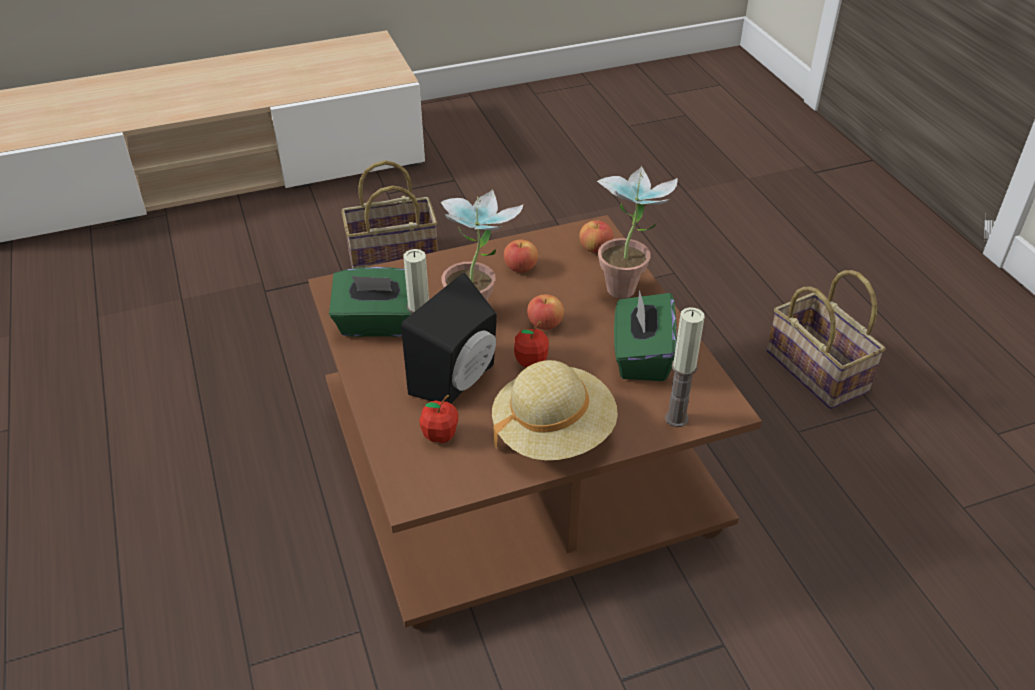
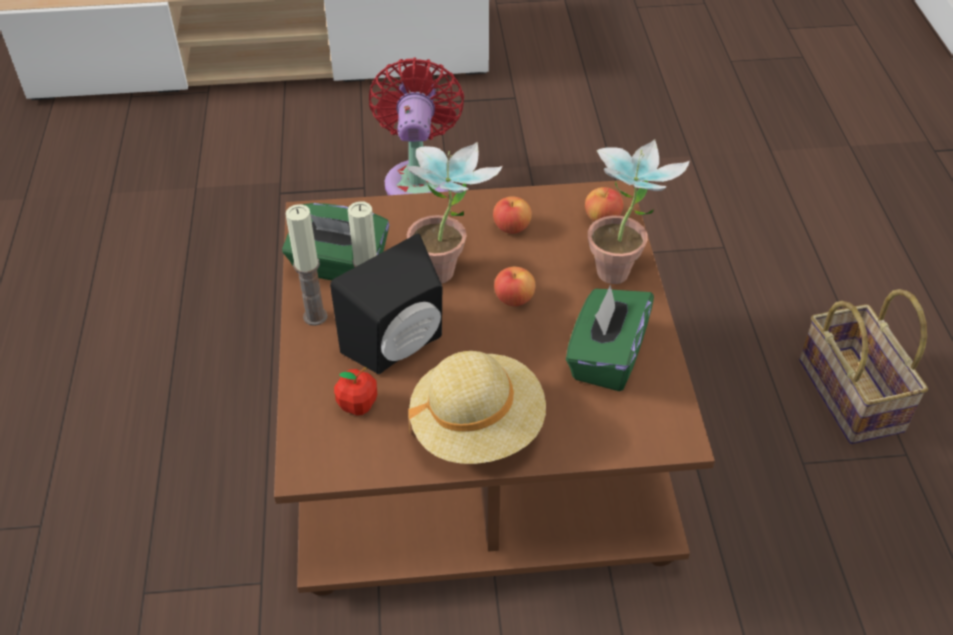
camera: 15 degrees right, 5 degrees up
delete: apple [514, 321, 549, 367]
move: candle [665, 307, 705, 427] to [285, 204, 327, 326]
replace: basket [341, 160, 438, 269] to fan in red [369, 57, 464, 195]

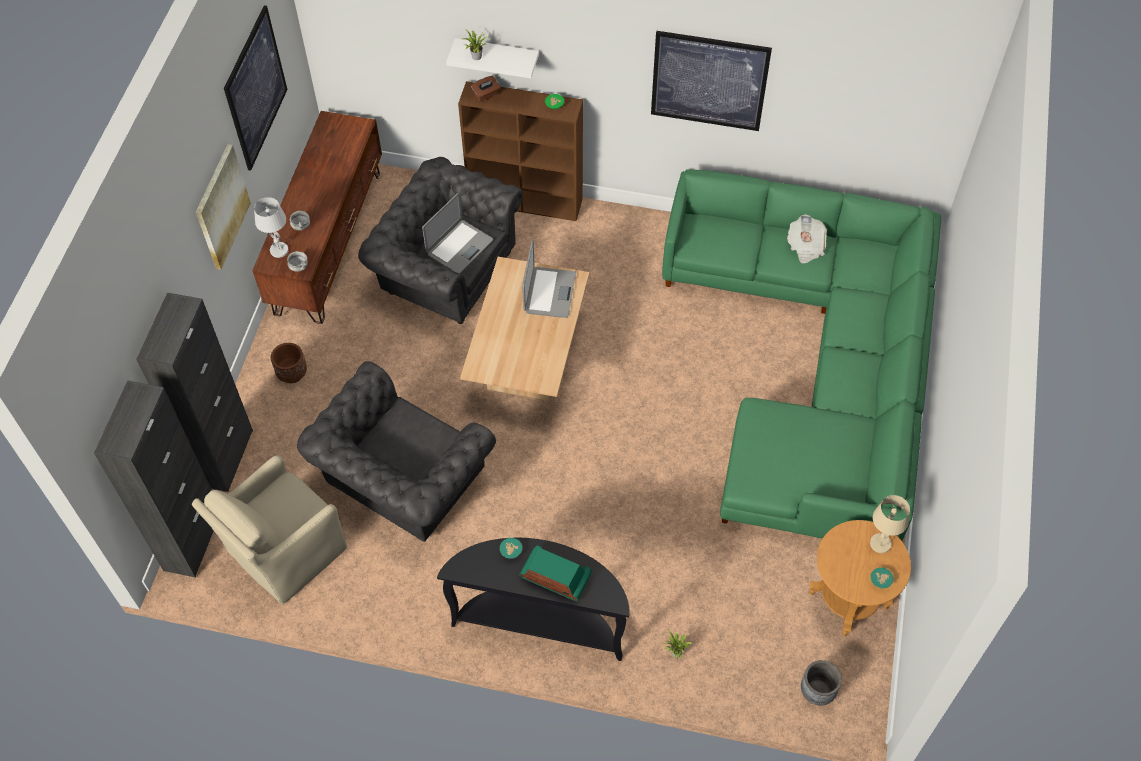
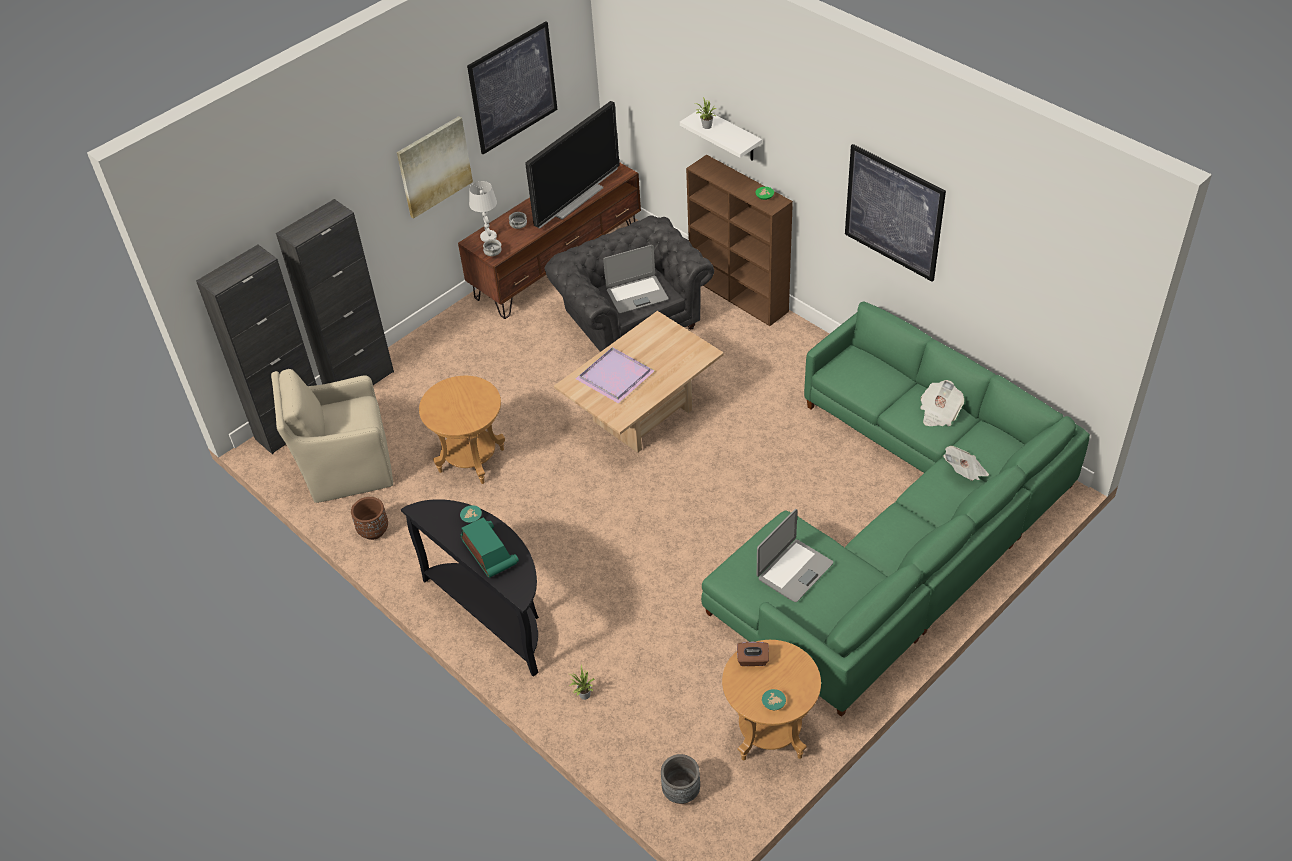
camera: 35 degrees right, 10 degrees down
delete: table lamp in beige [870, 495, 910, 553]
insert: television [525, 101, 620, 229]; tray in purple [575, 347, 655, 403]; newspaper [943, 446, 989, 481]
move: planter in brown [271, 343, 307, 383] to [351, 497, 388, 540]; tissue box in brown [471, 76, 500, 102] to [737, 642, 769, 666]; laptop [522, 241, 576, 318] to [757, 509, 833, 602]
replace: armchair in grey [297, 361, 496, 542] to side table in brown [419, 376, 505, 484]

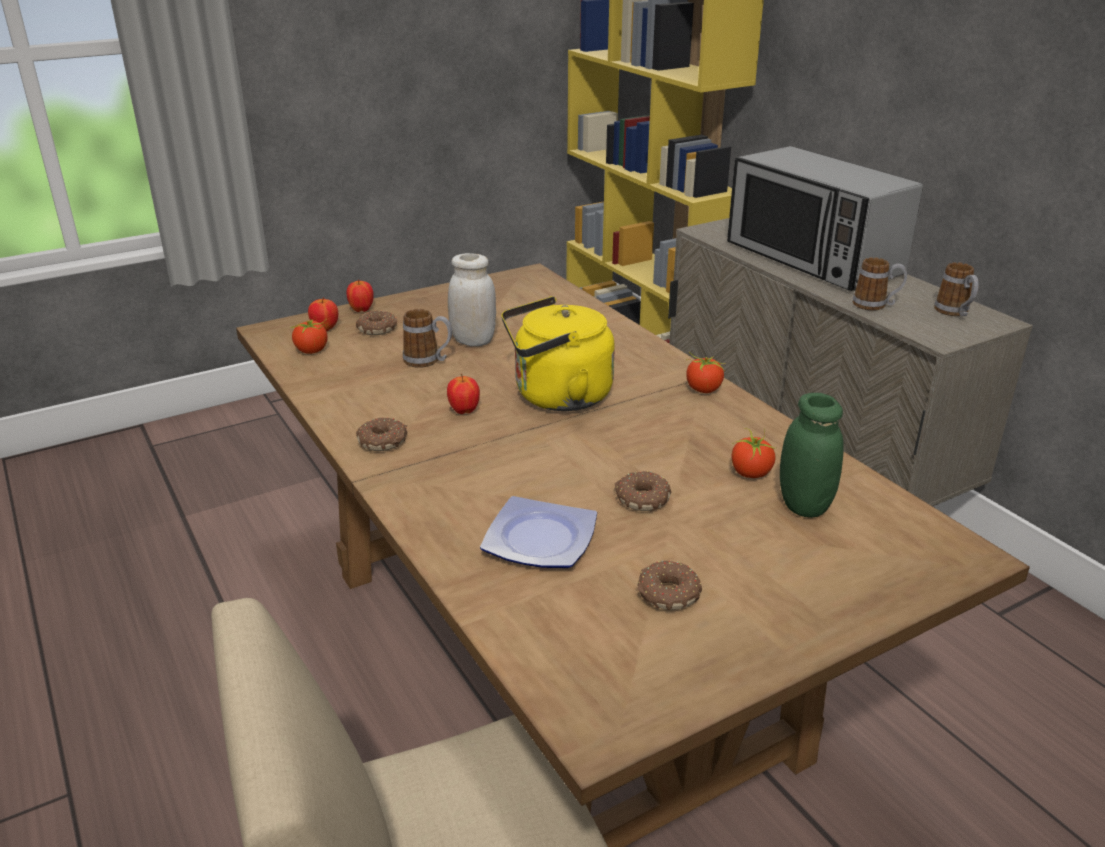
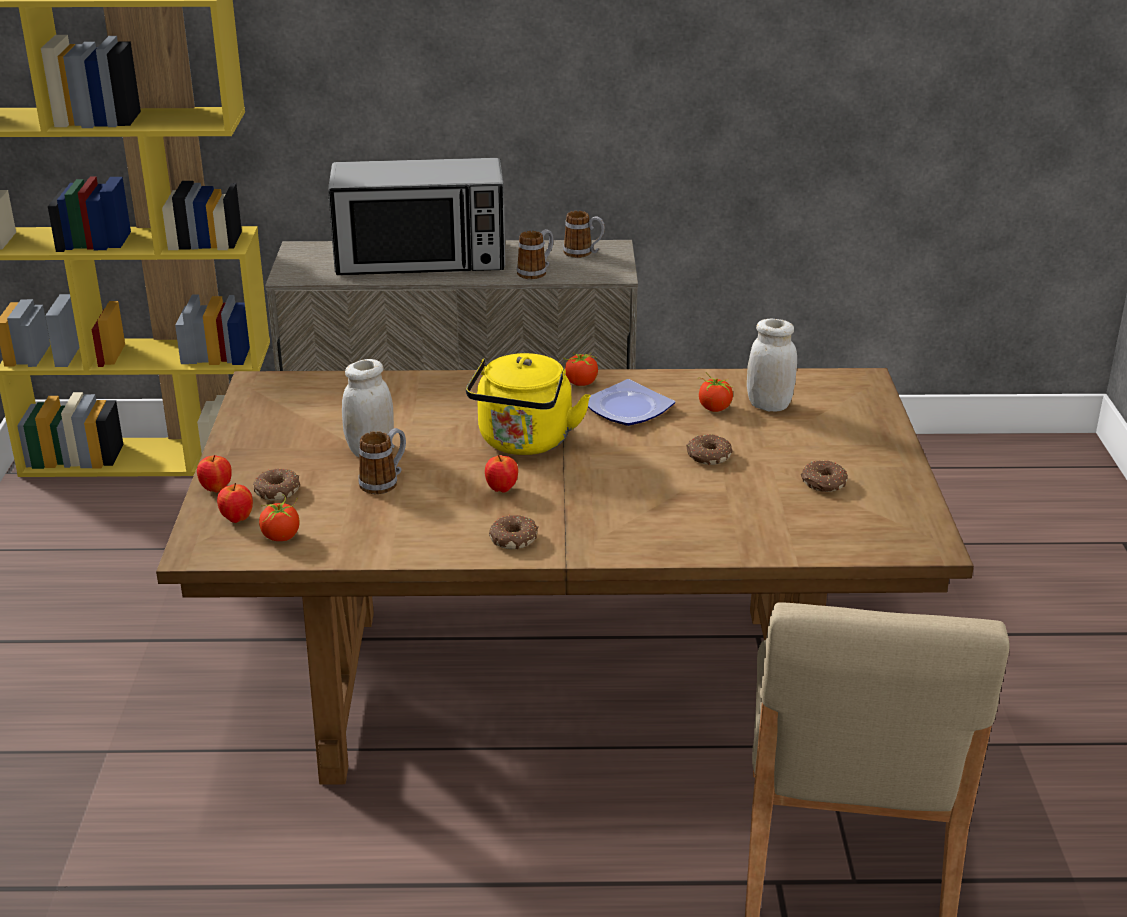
camera: 60 degrees left, 0 degrees up
move: plate [480, 496, 597, 568] to [588, 379, 675, 426]
recolor: jar in green [780, 393, 844, 518] to jar in white [747, 319, 797, 412]

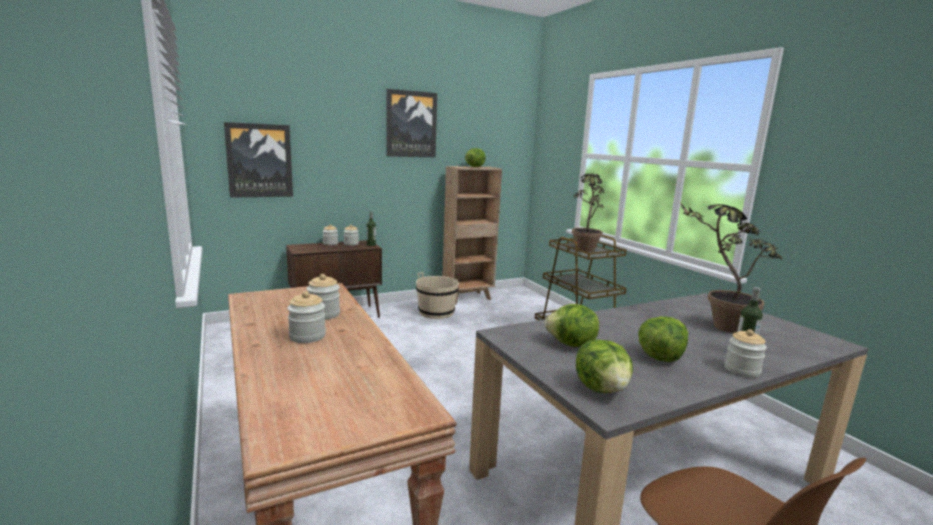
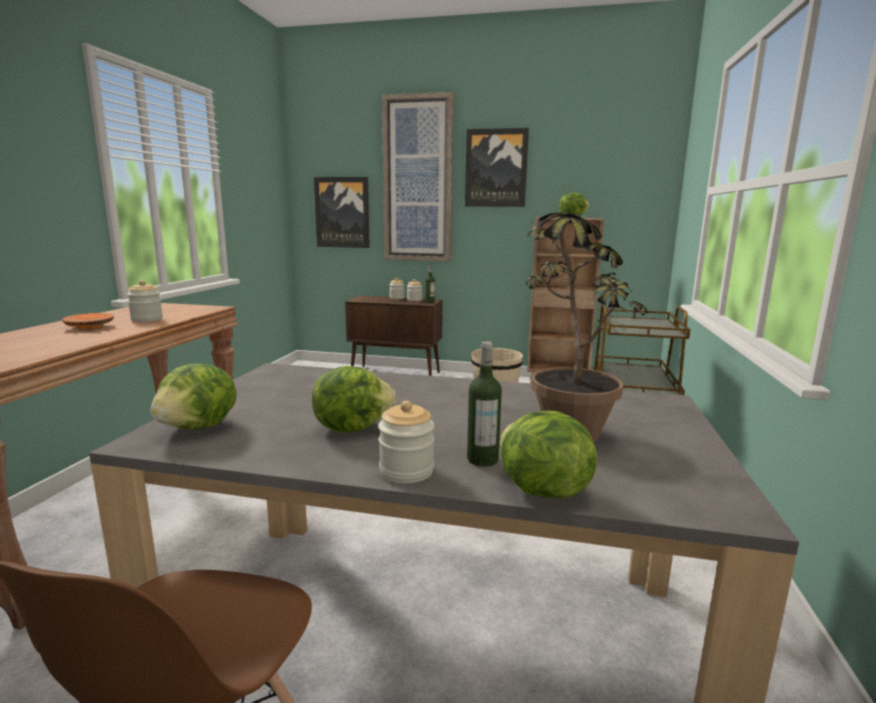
camera: 40 degrees right, 0 degrees up
delete: potted plant [572, 174, 604, 252]
insert: picture [382, 92, 454, 262]
move: lettuce [544, 304, 599, 347] to [500, 410, 597, 499]
replace: jar [287, 291, 326, 343] to plate in orange [62, 313, 114, 329]

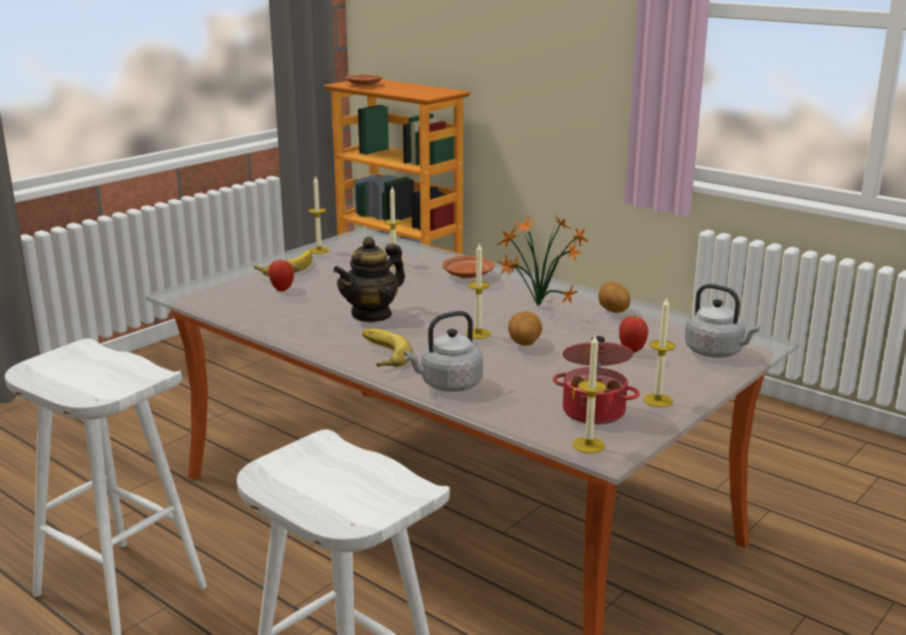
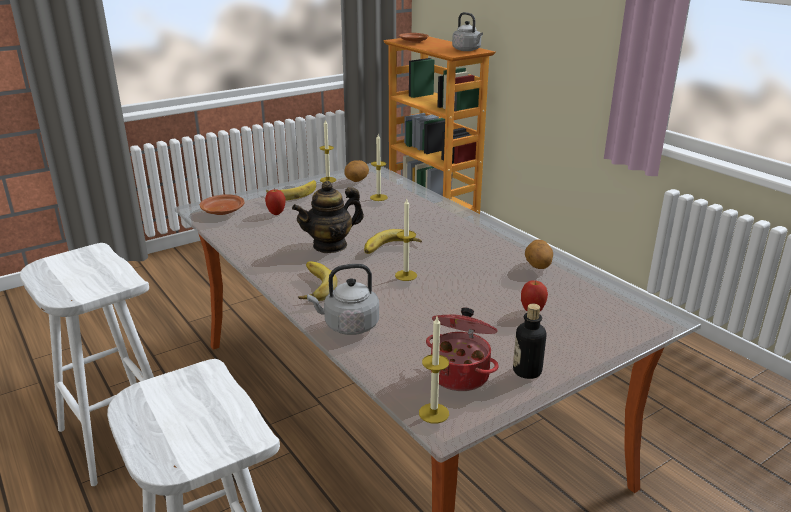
camera: 15 degrees right, 5 degrees up
delete: potted plant [496, 215, 589, 306]
insert: banana [364, 229, 422, 254]
move: plate in brown [442, 256, 494, 278] to [200, 194, 244, 215]; potato [508, 311, 542, 346] to [344, 160, 369, 182]; kettle in grey [685, 284, 760, 358] to [452, 12, 483, 51]
replace: candle [643, 297, 676, 407] to bottle [513, 304, 546, 379]

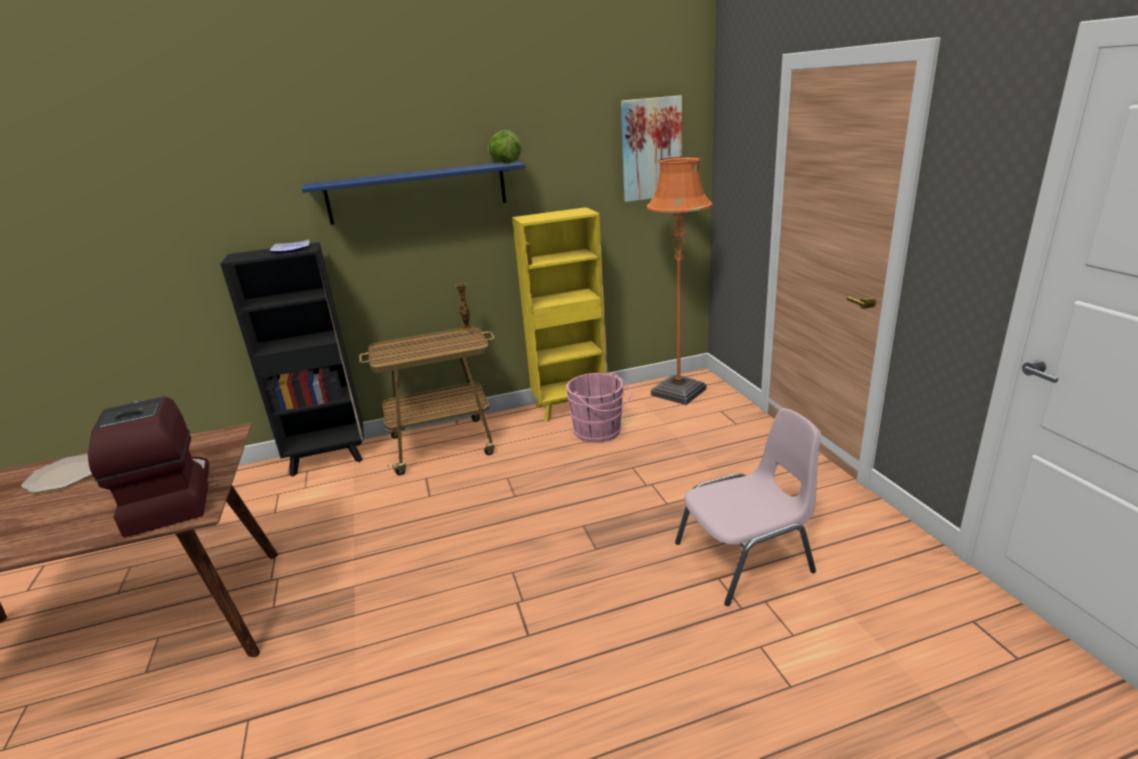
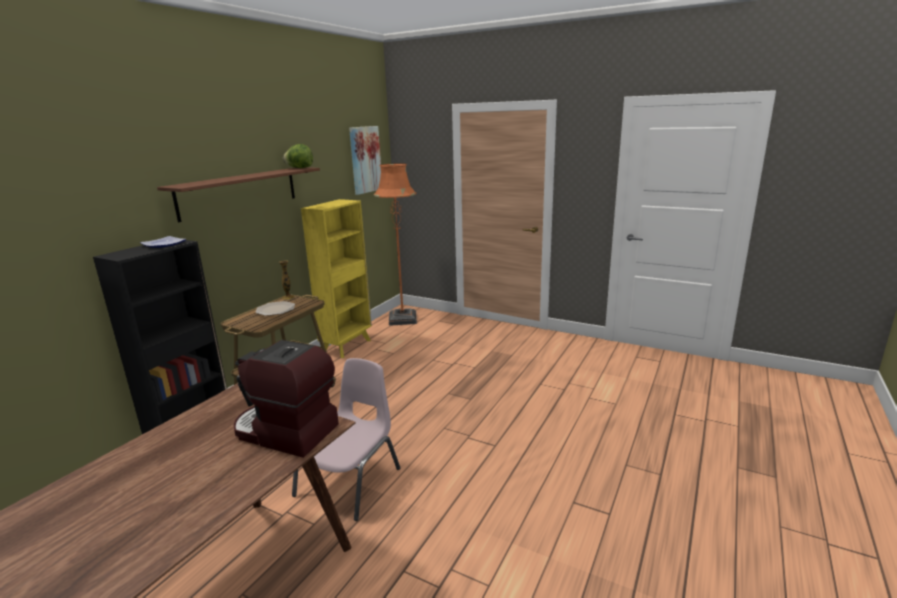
camera: 45 degrees left, 5 degrees down
delete: bucket in pink [566, 372, 631, 443]
move: plate [21, 454, 92, 493] to [255, 301, 295, 316]; chair in pink [675, 408, 821, 606] to [292, 358, 400, 521]
recolor: shelf in blue [302, 161, 525, 225] to shelf in brown [157, 167, 320, 222]

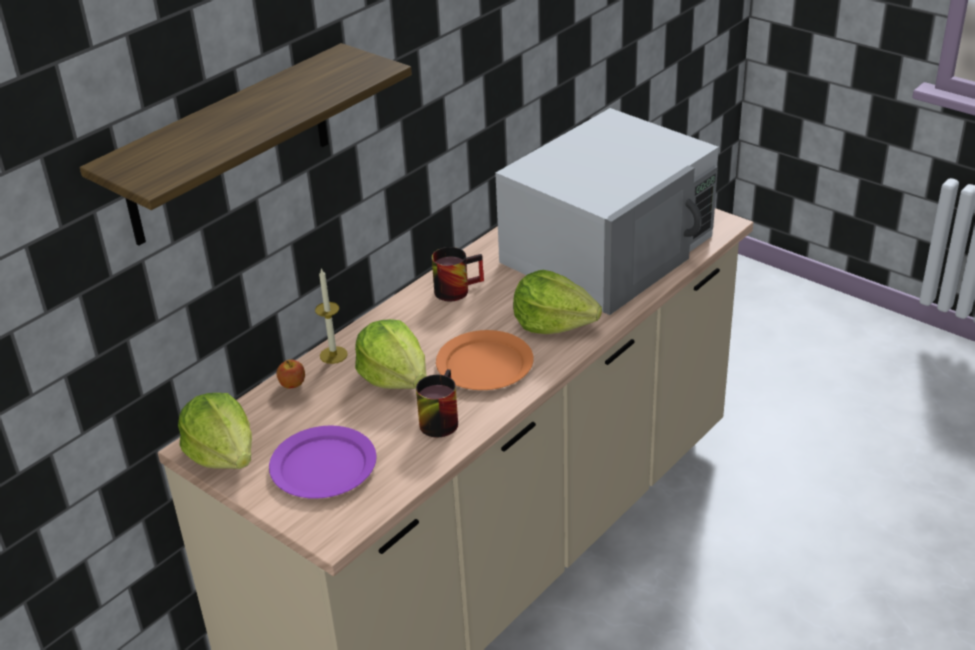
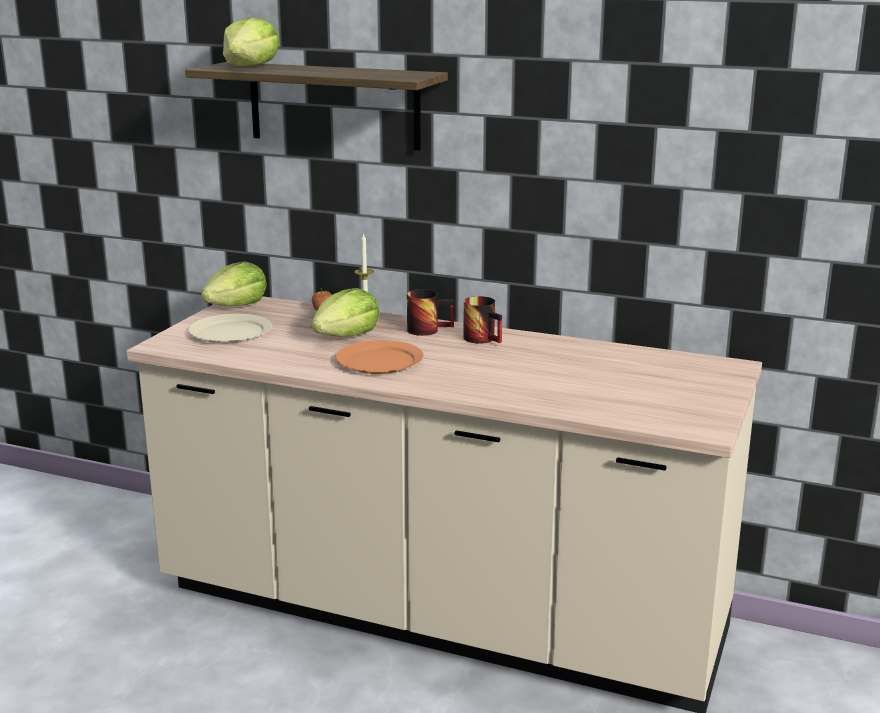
camera: 70 degrees right, 15 degrees down
delete: microwave in white [495, 108, 719, 315]
move: mug [416, 369, 458, 438] to [407, 289, 454, 336]; lettuce [513, 270, 602, 334] to [223, 18, 280, 66]
recolor: plate in purple [269, 426, 376, 499] to plate in beige [189, 314, 272, 344]

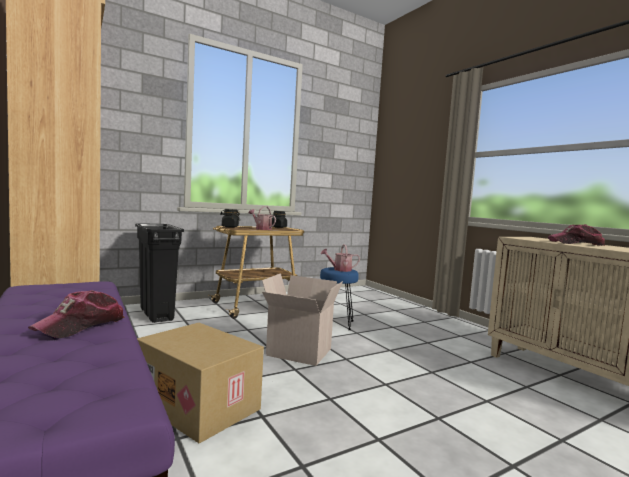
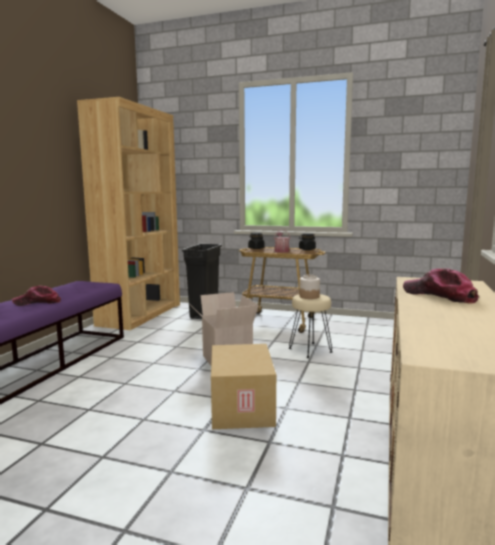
camera: 50 degrees right, 5 degrees up
move: cardboard box [137, 323, 264, 444] to [211, 344, 276, 429]
replace: watering can [321, 244, 360, 272] to jar [300, 274, 320, 299]
recolor: stool in blue [320, 267, 359, 330] to stool in beige [289, 294, 333, 358]

